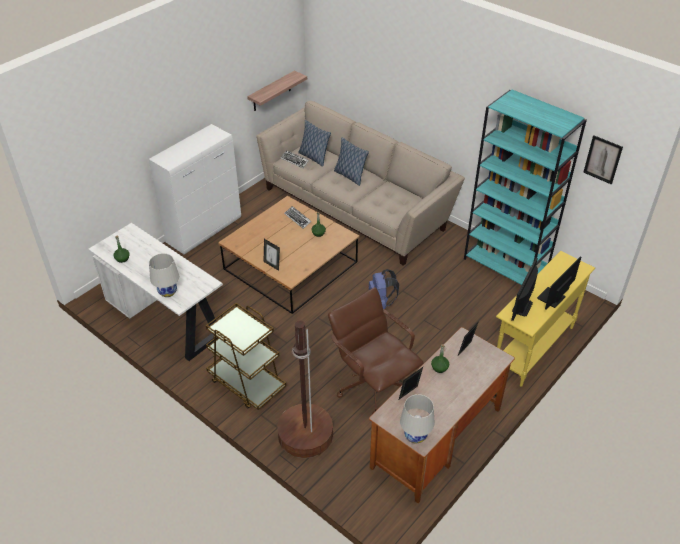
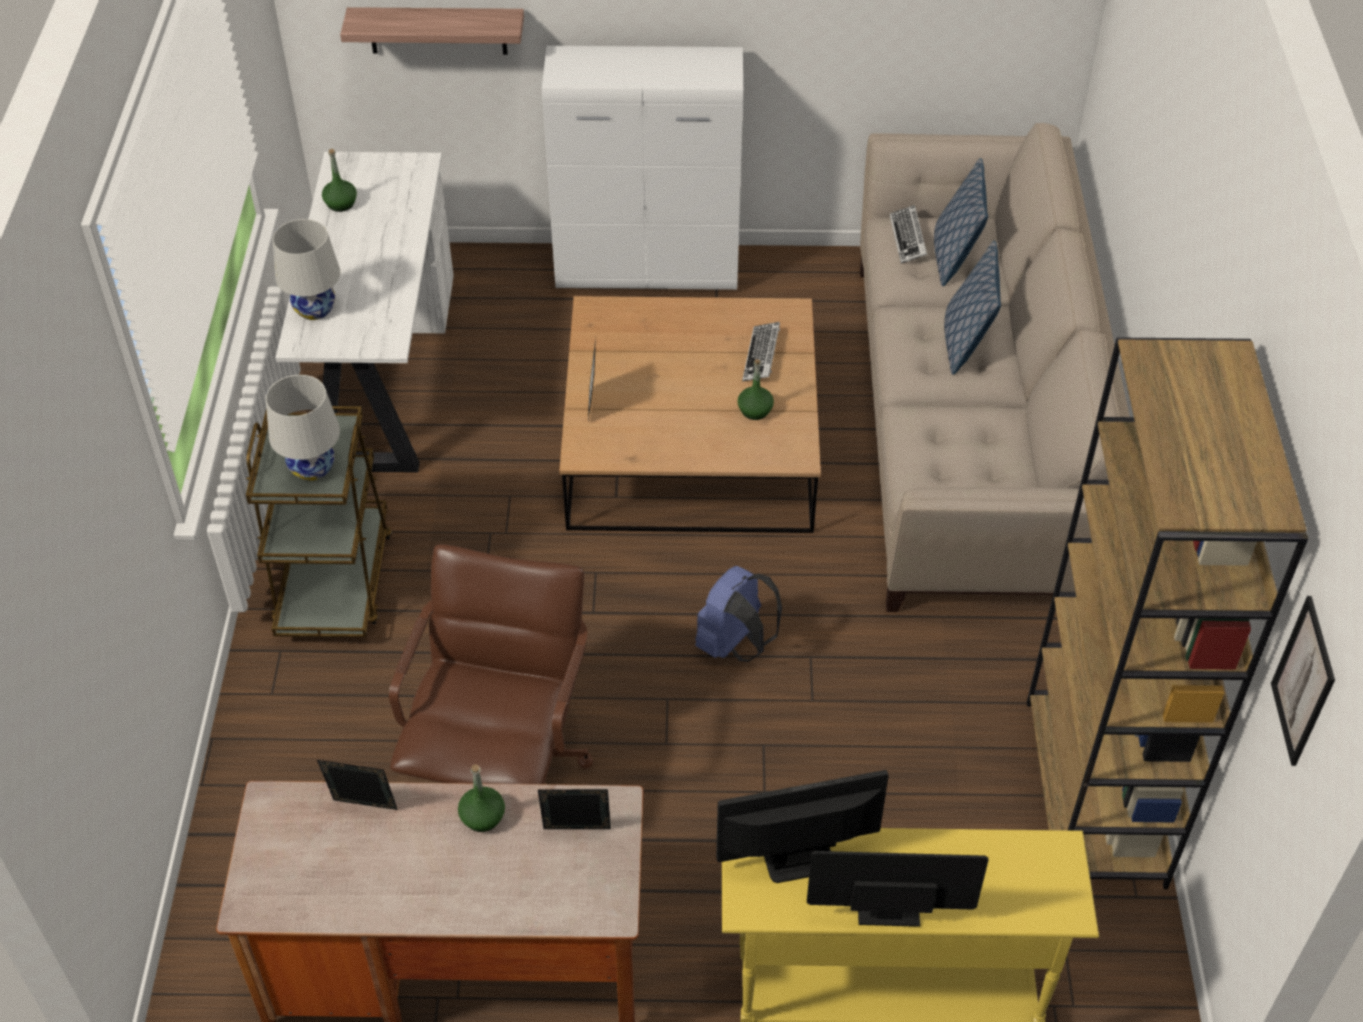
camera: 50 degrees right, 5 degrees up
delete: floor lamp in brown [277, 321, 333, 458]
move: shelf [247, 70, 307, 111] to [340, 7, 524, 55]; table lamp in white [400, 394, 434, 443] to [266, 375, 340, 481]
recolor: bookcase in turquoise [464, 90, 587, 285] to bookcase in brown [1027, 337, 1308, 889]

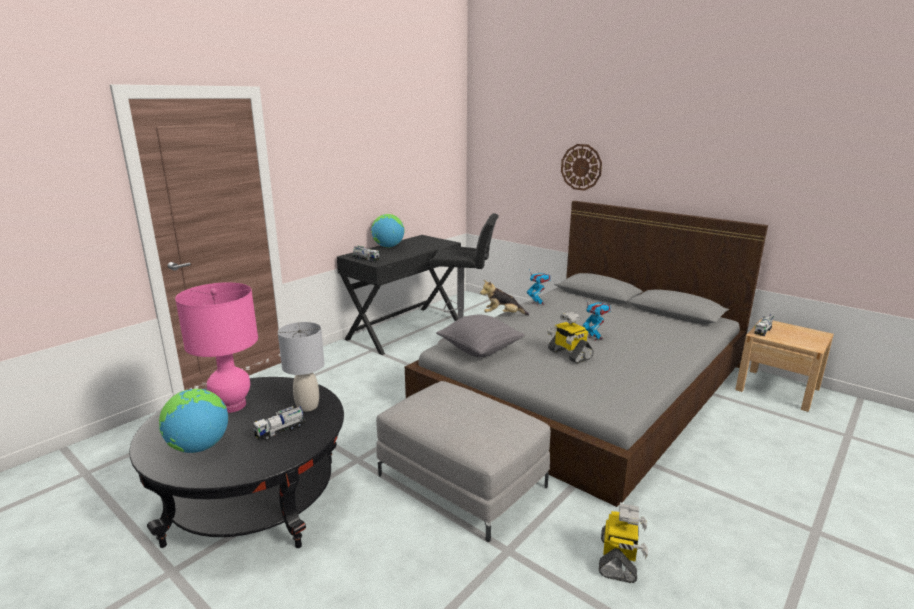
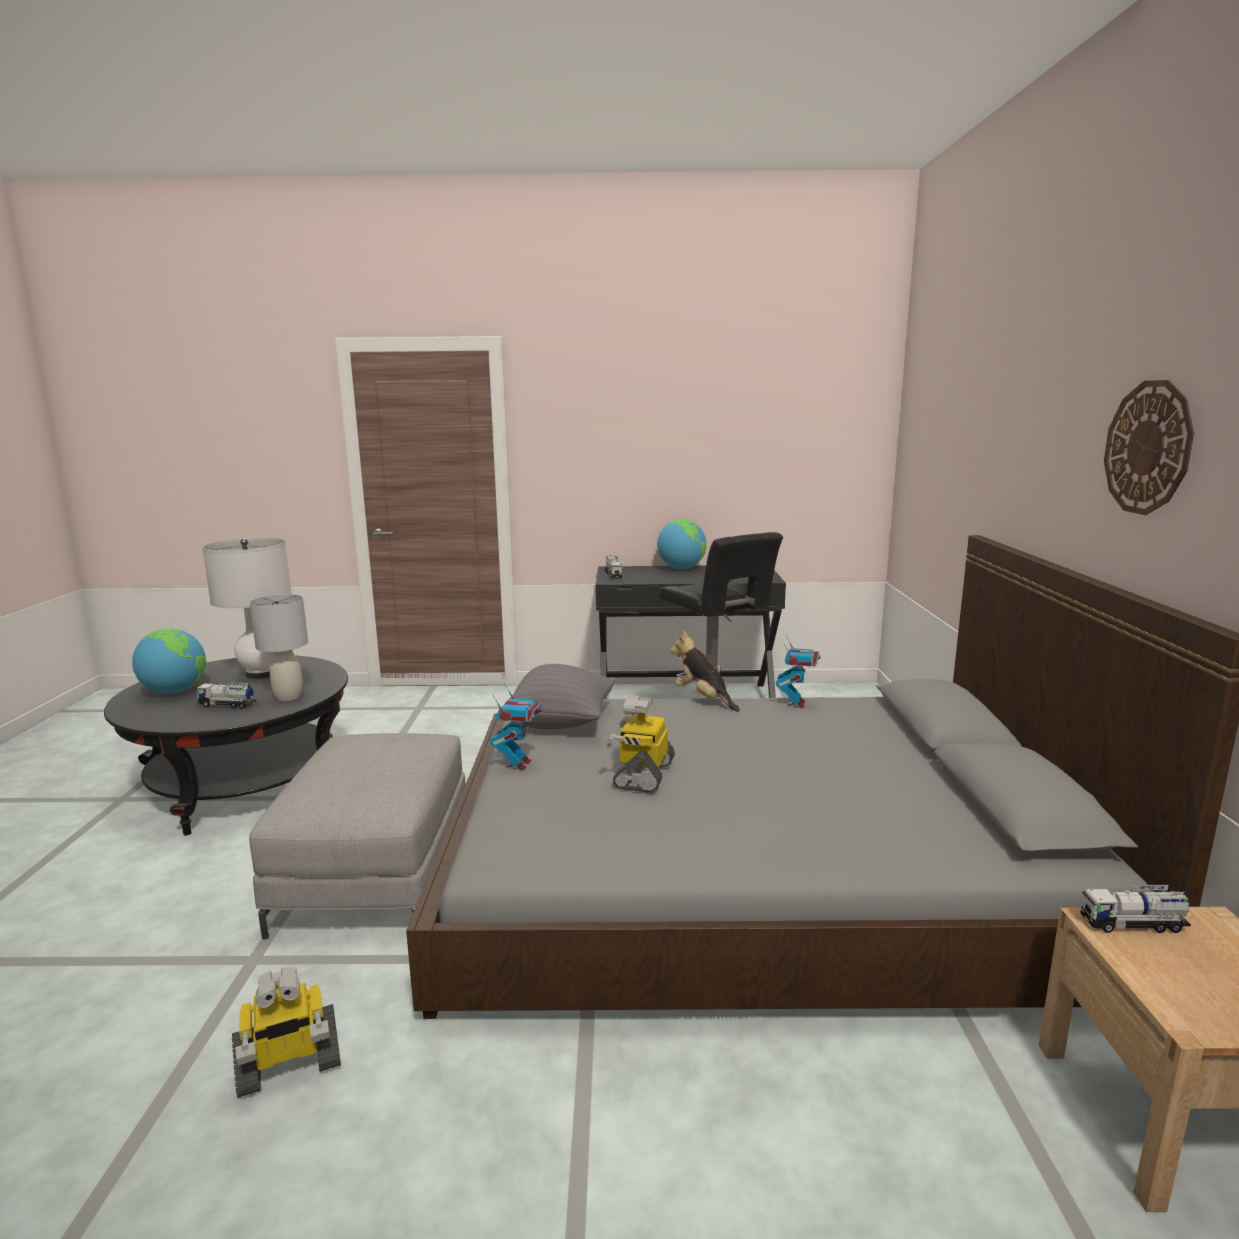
camera: 50 degrees right, 5 degrees down
move: wall clock [561, 144, 602, 191] to [1104, 380, 1194, 515]; toy robot [583, 300, 611, 341] to [490, 684, 543, 770]
recolor: table lamp in pink [175, 282, 258, 413] to table lamp in white [202, 537, 292, 679]

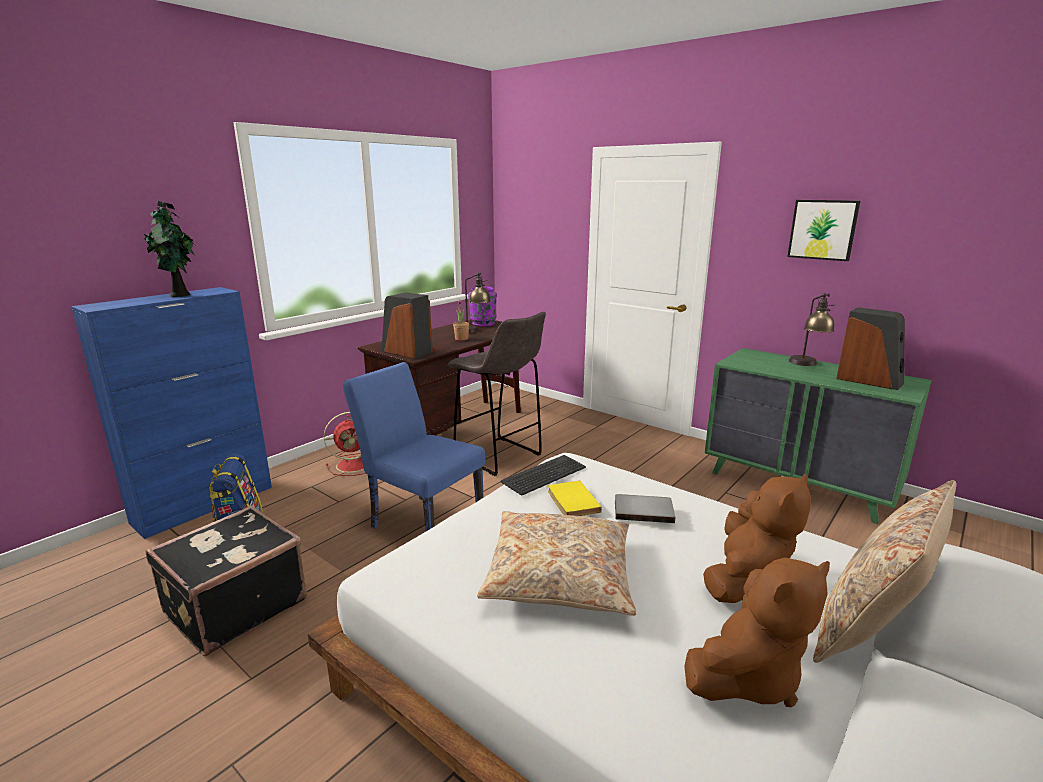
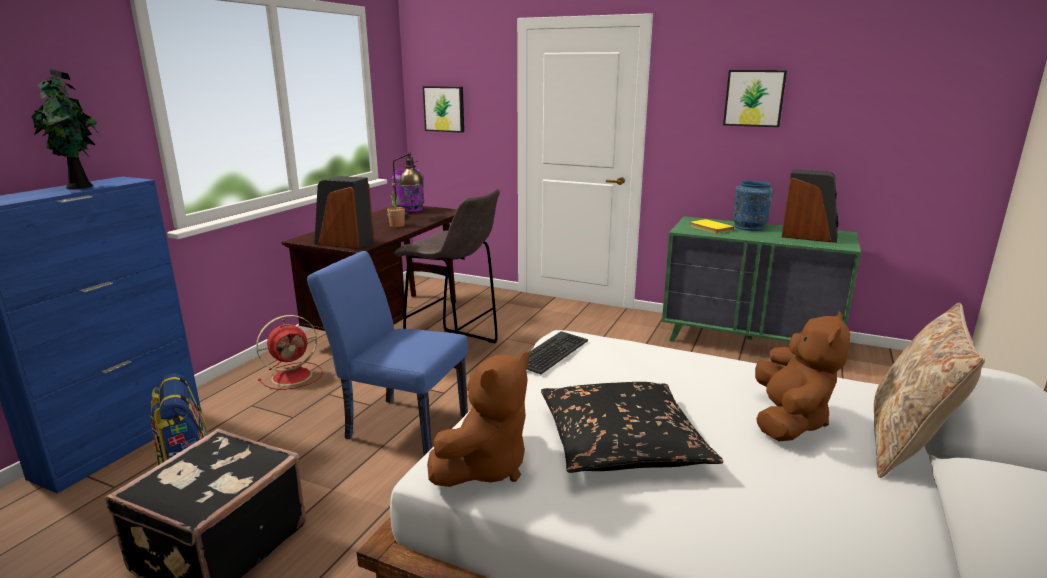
camera: 15 degrees left, 0 degrees up
delete: book in grey [615, 494, 675, 523]
insert: picture [423, 86, 464, 133]
move: book in yellow [548, 481, 602, 516] to [690, 219, 734, 234]; plush toy in brown [684, 557, 830, 707] to [427, 352, 529, 487]
replace: table lamp [789, 293, 835, 366] to vase in blue [732, 181, 774, 231]
recolor: pillow in beige [477, 511, 637, 616] to pillow in black [541, 382, 724, 473]

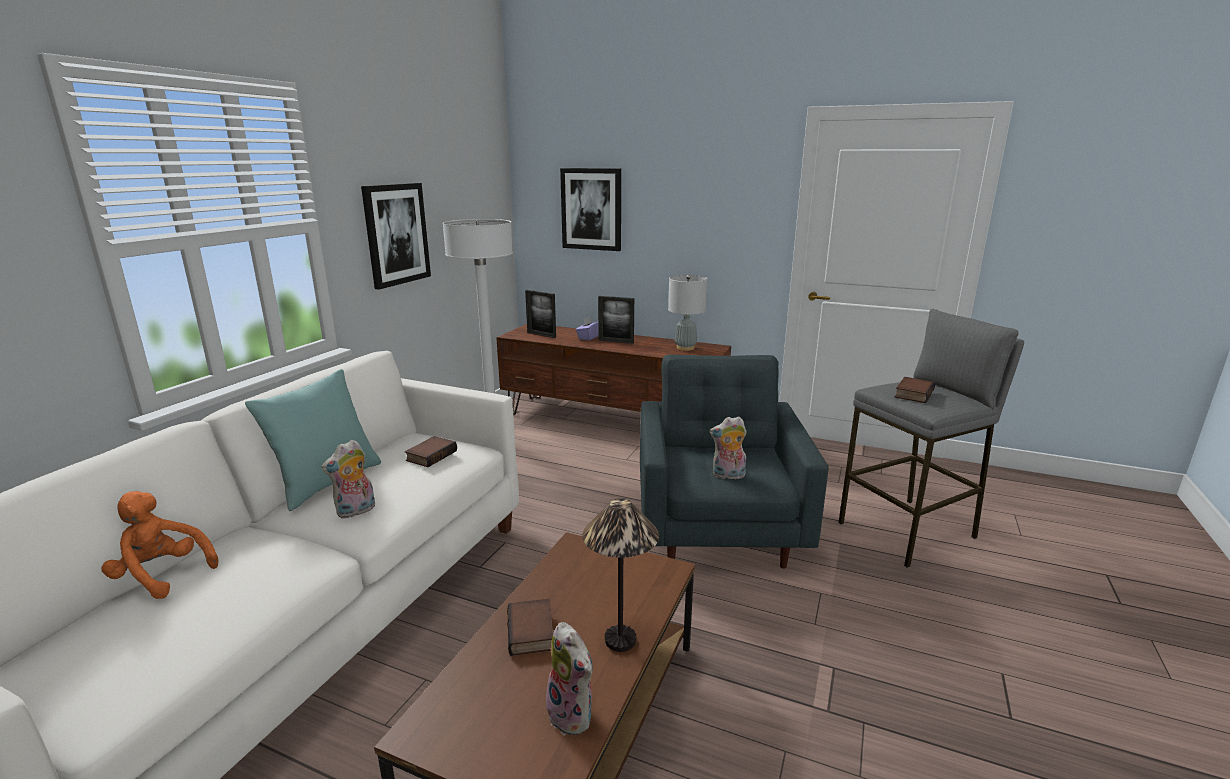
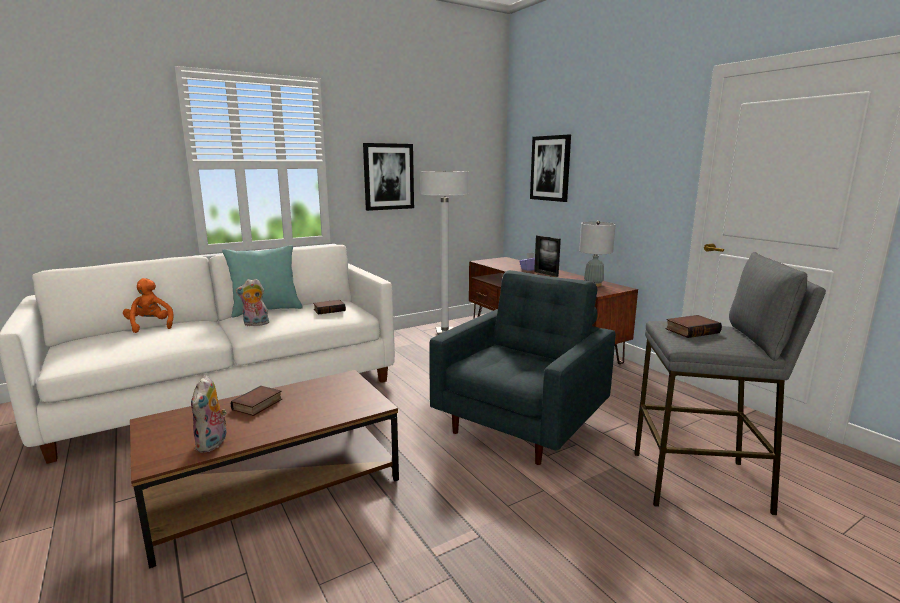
camera: 35 degrees right, 5 degrees down
delete: picture frame [525, 290, 556, 338]; table lamp [582, 498, 659, 652]; plush toy [710, 416, 747, 479]

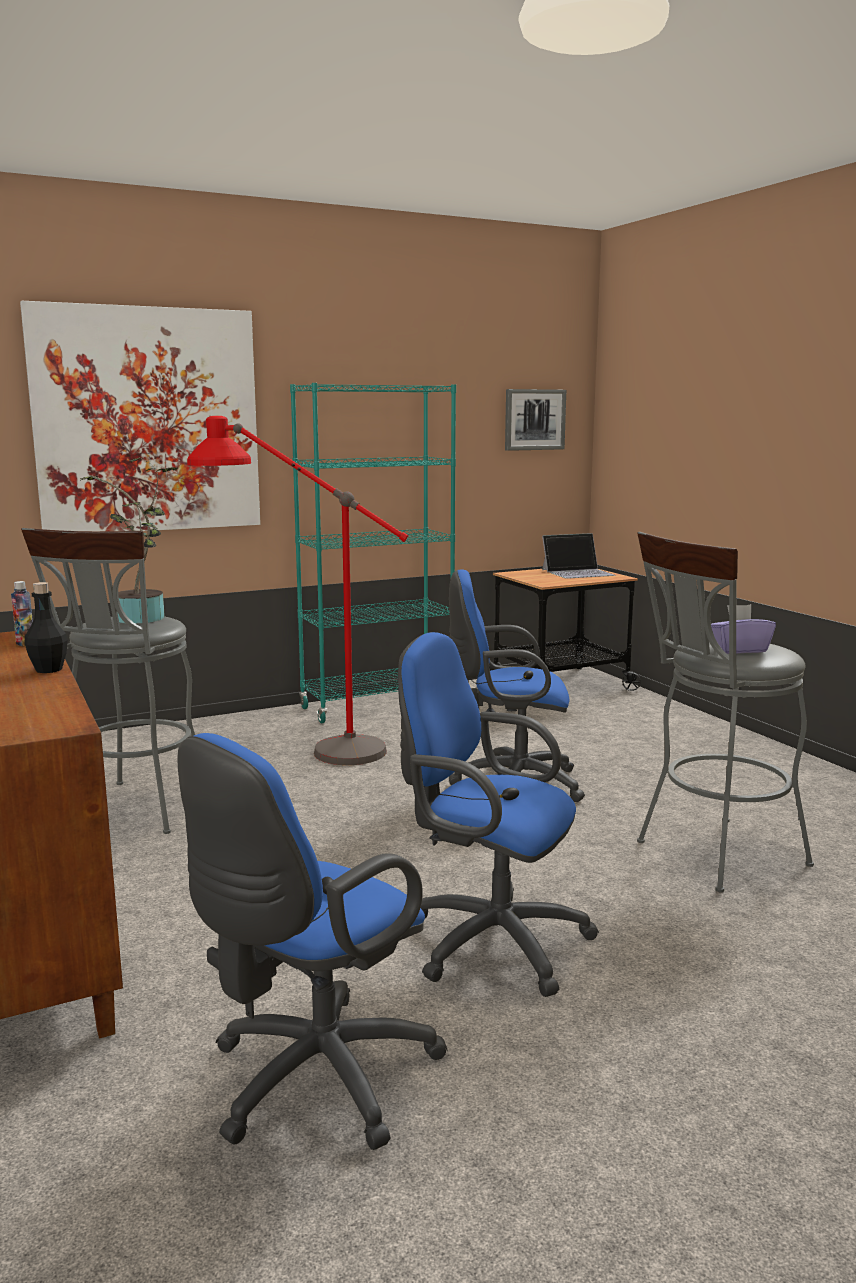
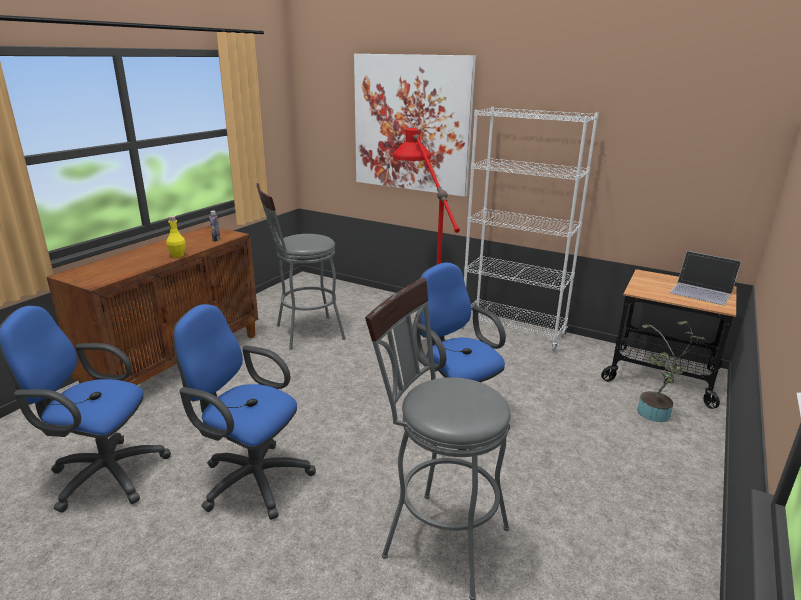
camera: 55 degrees right, 10 degrees up
delete: picture [505, 389, 566, 451]; tissue box in purple [711, 604, 776, 654]
move: potted plant [80, 457, 178, 624] to [637, 321, 705, 422]
recolor: bottle in black [24, 582, 68, 673] to bottle in yellow [166, 216, 186, 258]; bookcase in turquoise [290, 383, 456, 723] to bookcase in white [461, 107, 599, 352]
rotate: office chair in blue [398, 632, 599, 997] = [173, 304, 316, 520] 60 degrees counterclockwise

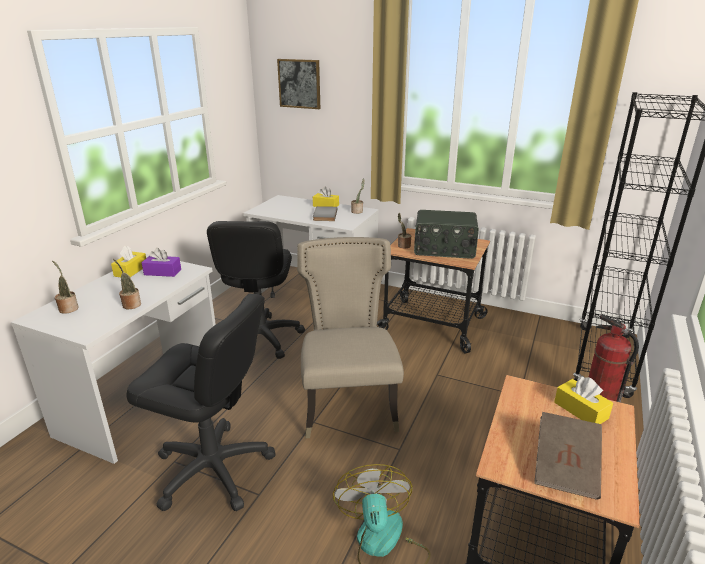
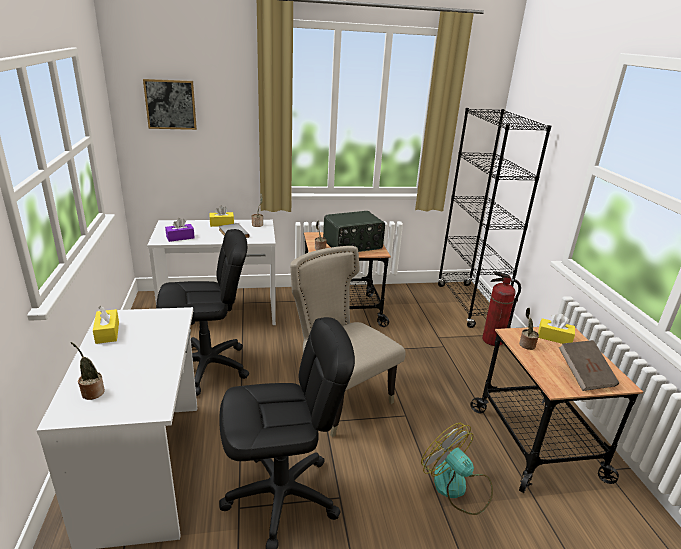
camera: 35 degrees left, 0 degrees up
move: potted plant [113, 259, 141, 309] to [519, 308, 539, 350]; tissue box in purple [142, 248, 181, 277] to [165, 218, 195, 242]
rotate: office chair in black [207, 221, 305, 359] = [156, 229, 249, 396] 75 degrees counterclockwise

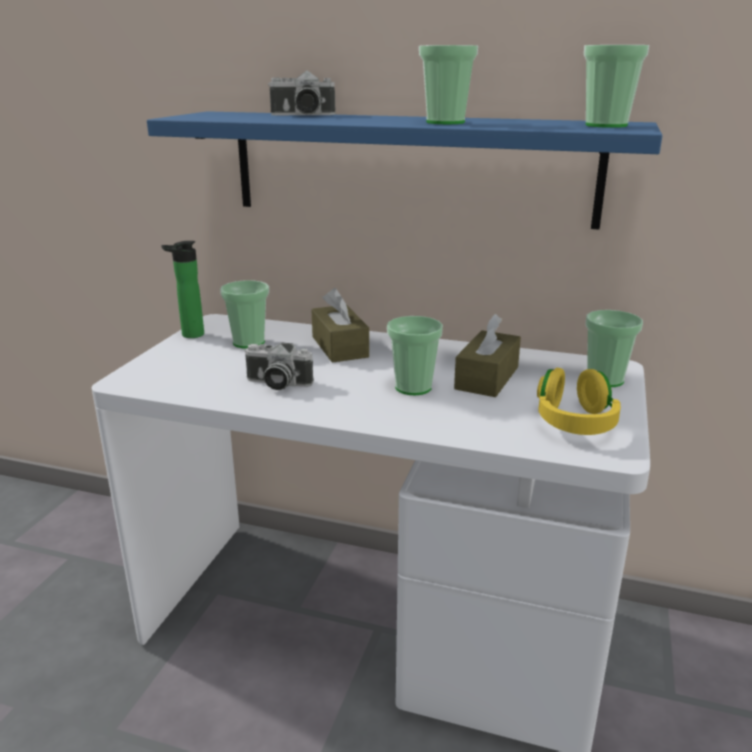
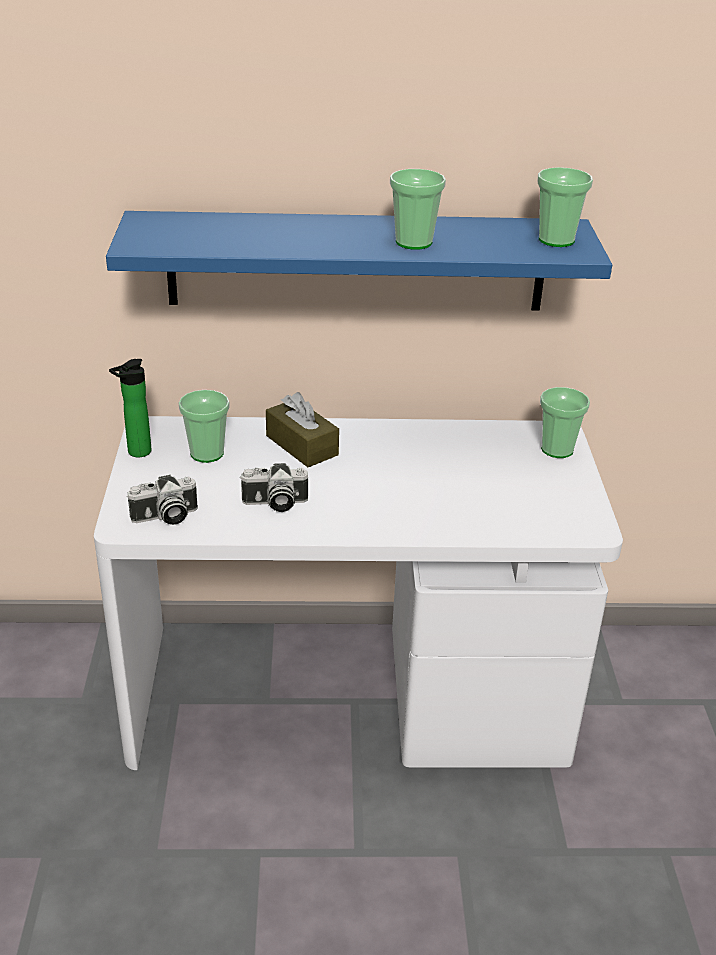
camera: 20 degrees left, 10 degrees up
delete: cup [387, 316, 443, 395]; tissue box in brown [454, 314, 521, 397]; headphones in yellow [537, 368, 621, 435]
move: photo camera [268, 70, 335, 115] to [127, 475, 198, 525]

